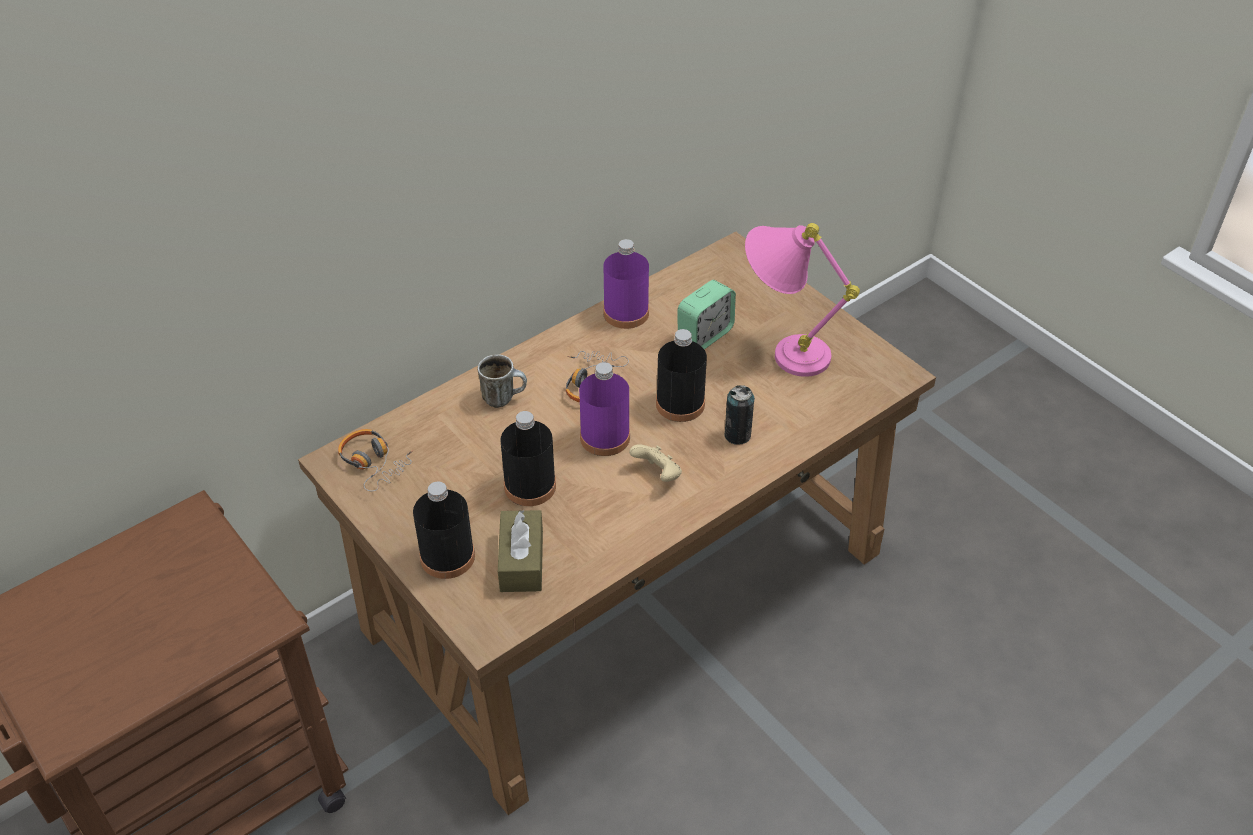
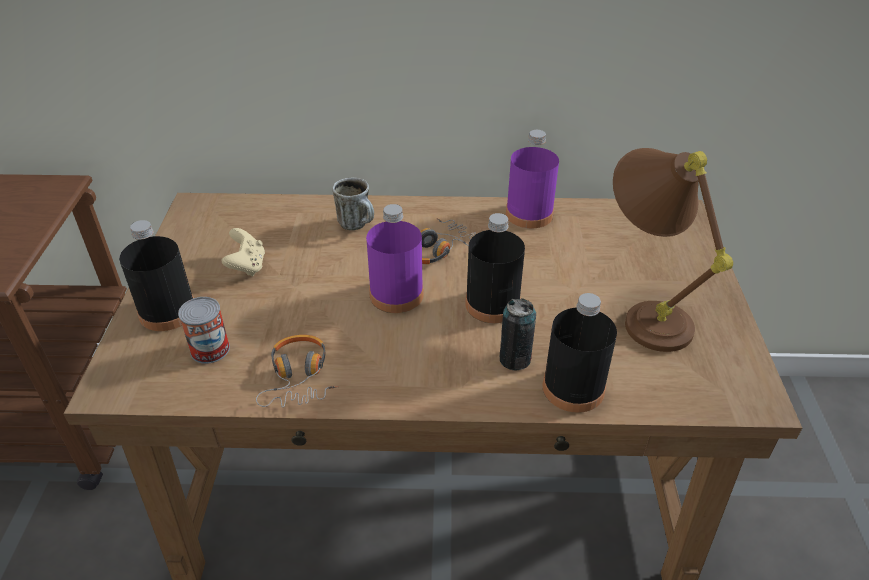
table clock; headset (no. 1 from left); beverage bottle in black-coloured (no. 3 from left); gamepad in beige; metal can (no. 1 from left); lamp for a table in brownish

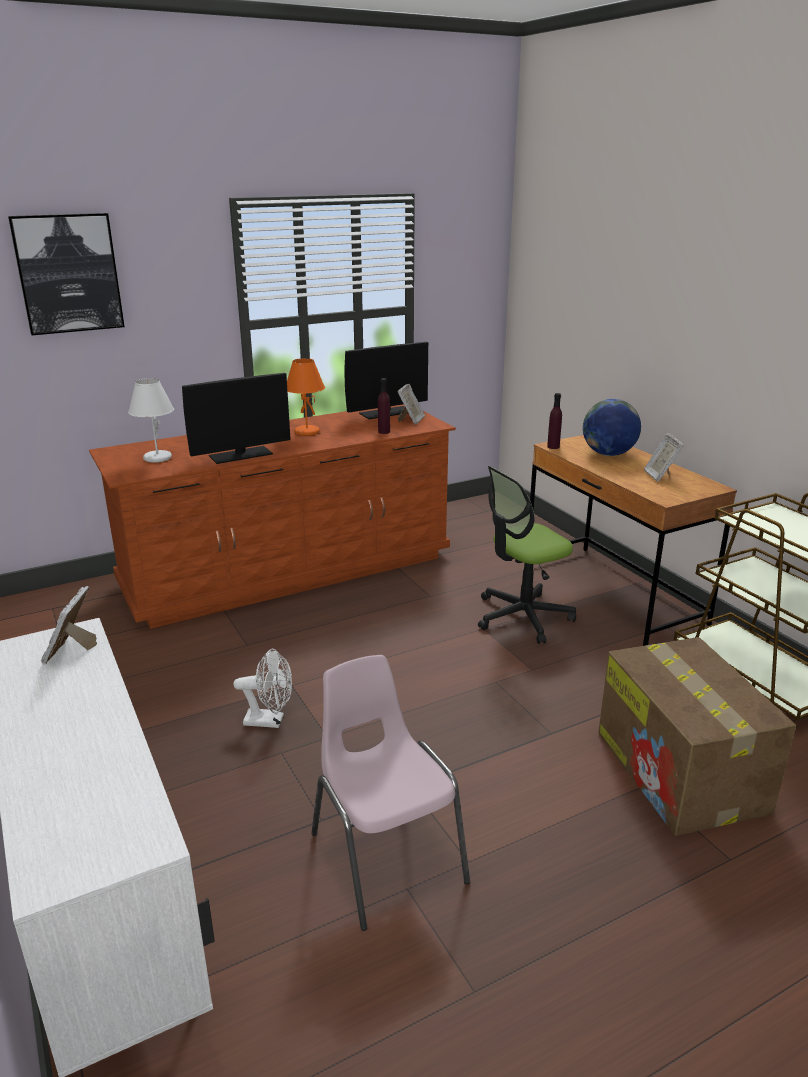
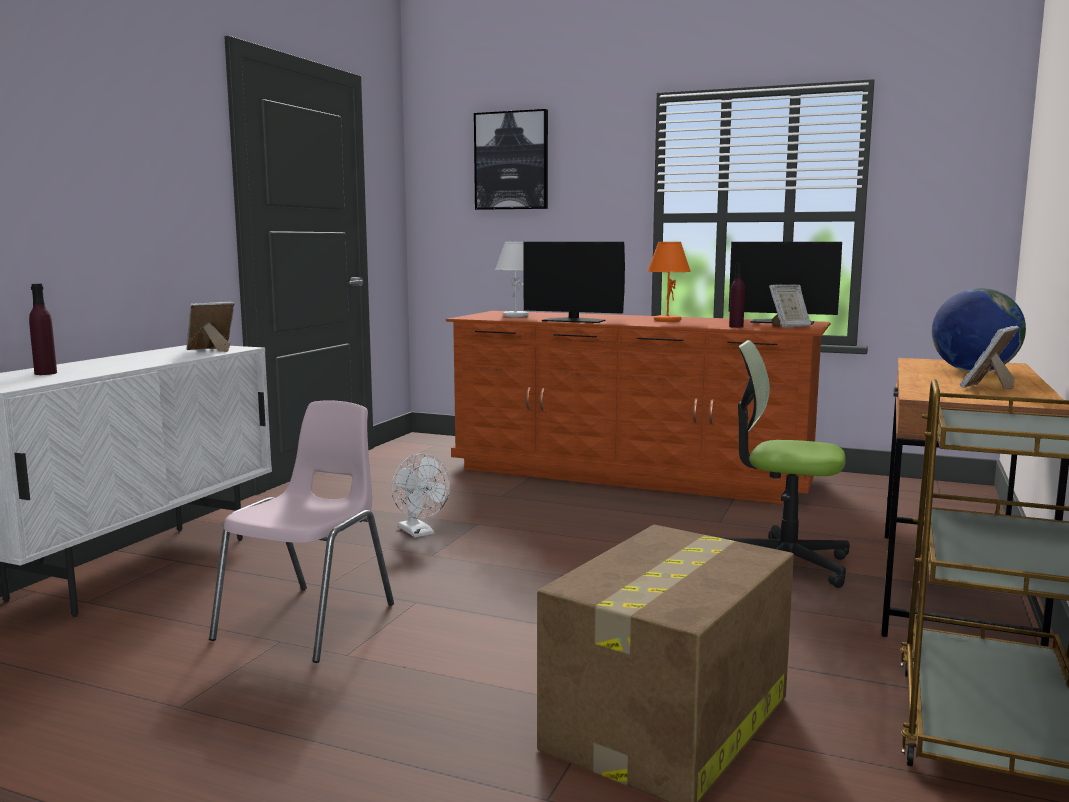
beverage bottle in purple-coloured (no. 1 from left)

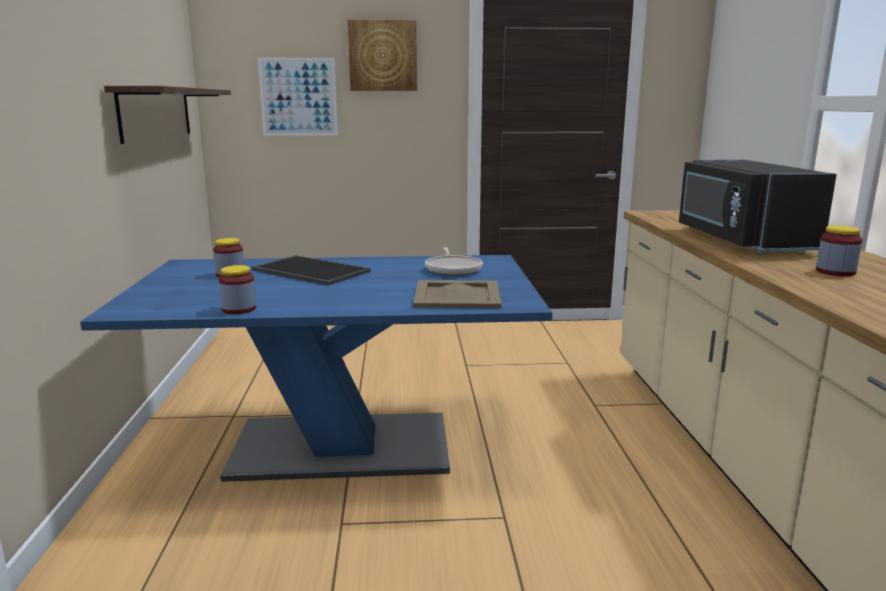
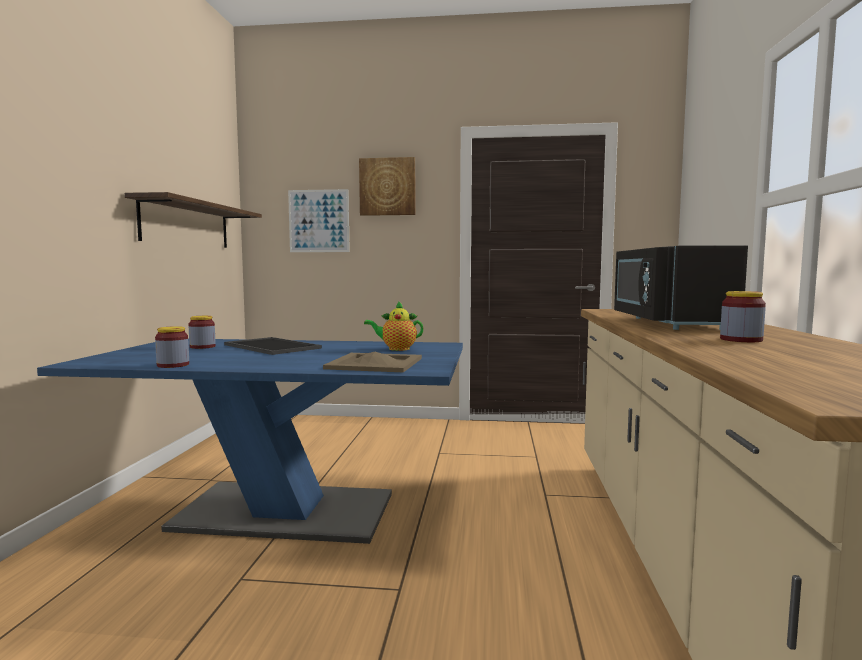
tea pot

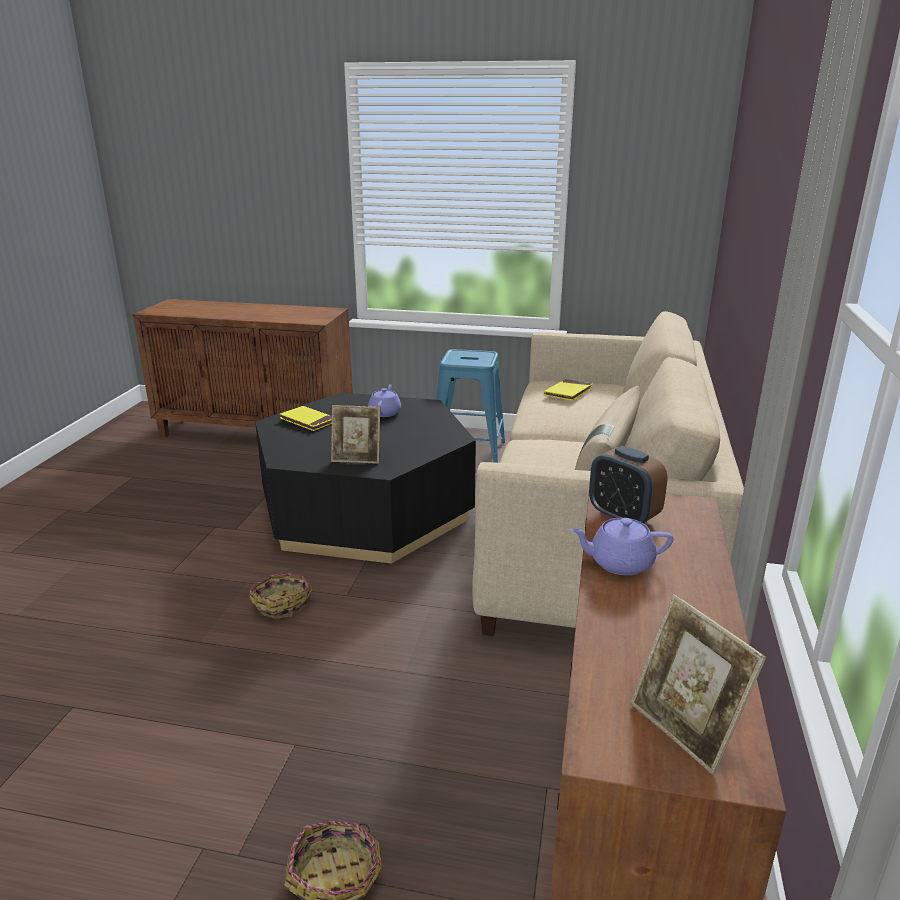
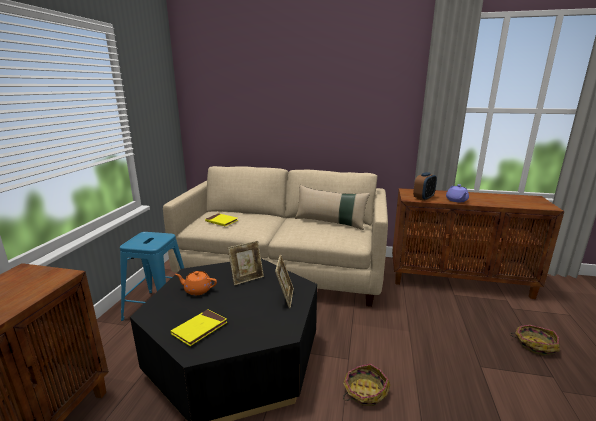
picture frame (no. 1 from left); tea pot in orange-coloured

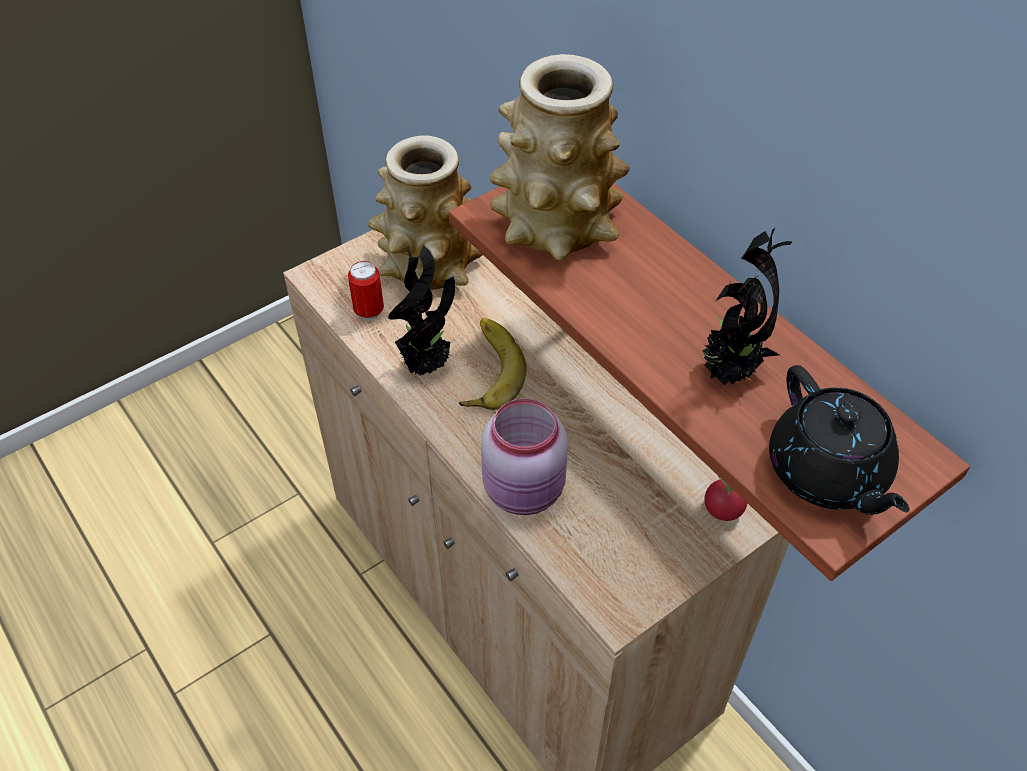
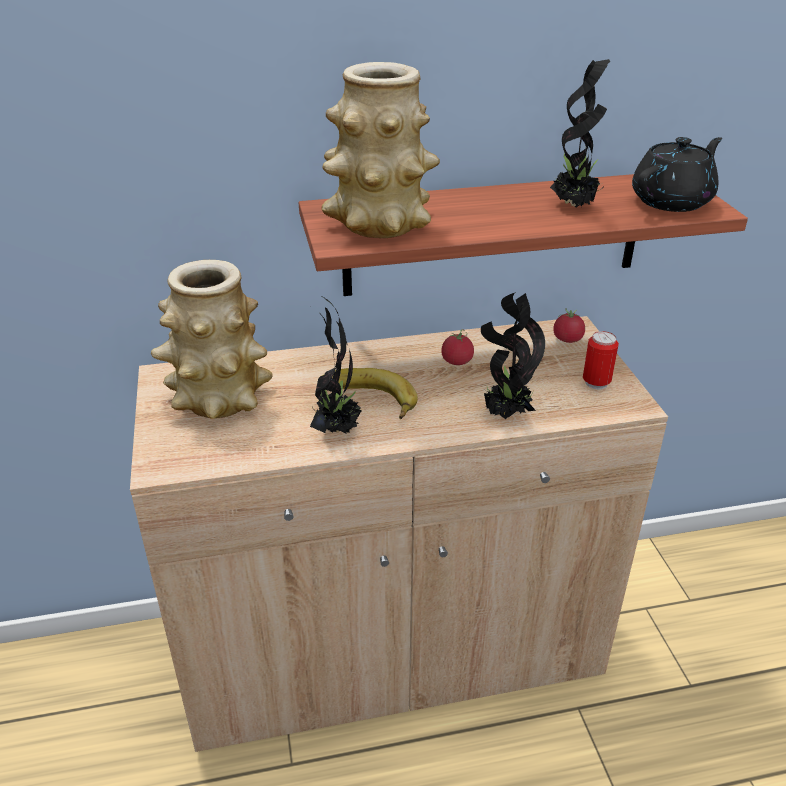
fresh tomato (no. 1 from left); metal can; potted plant (no. 2 from left); tea pot in black-coloured

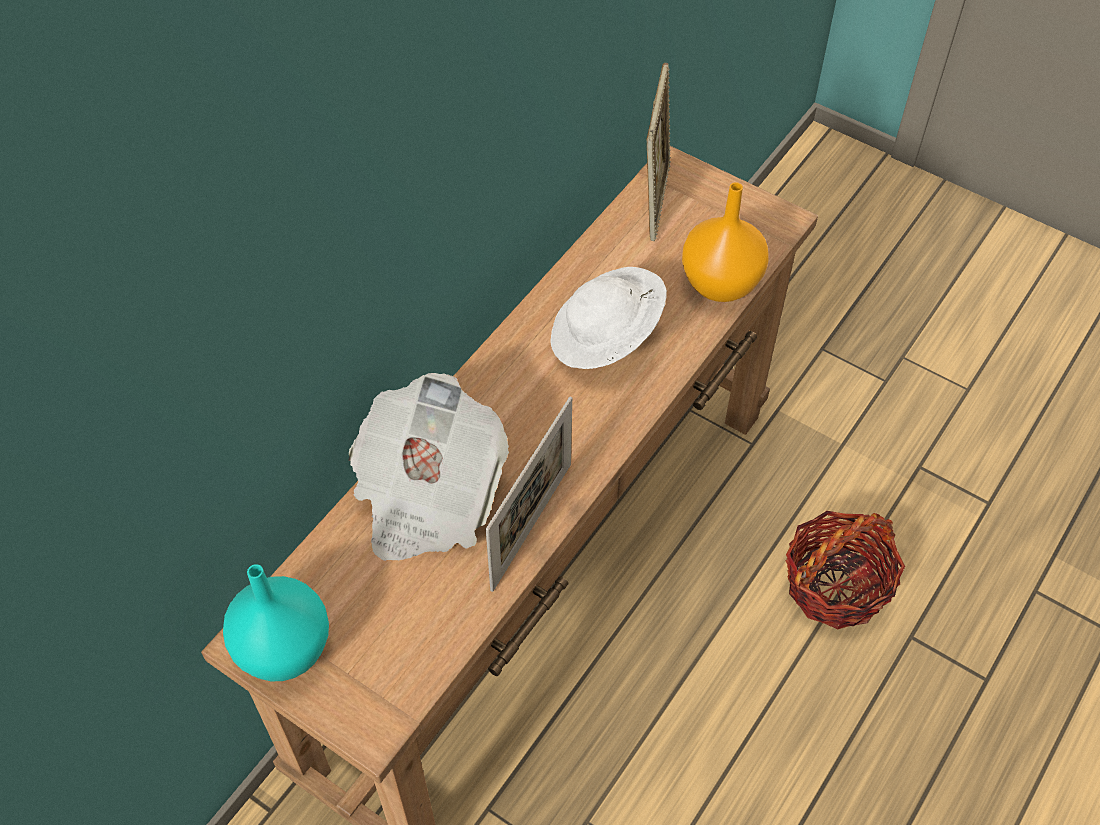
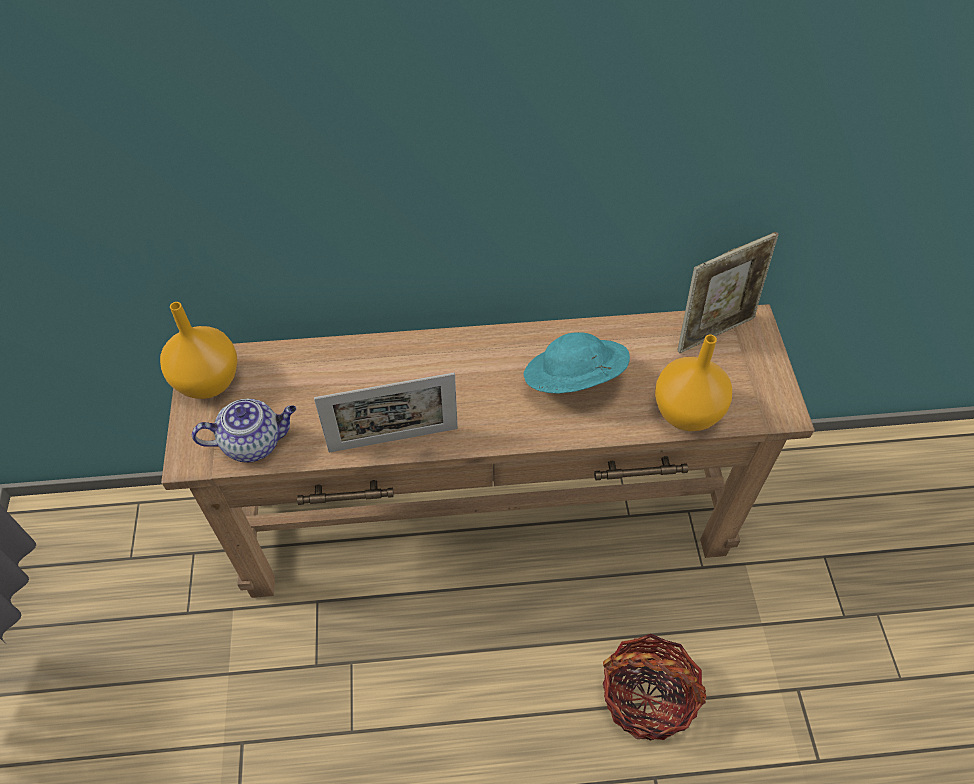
newspaper; tea pot; decorative vase in orange-coloured (no. 1 from left); hat in blue-green

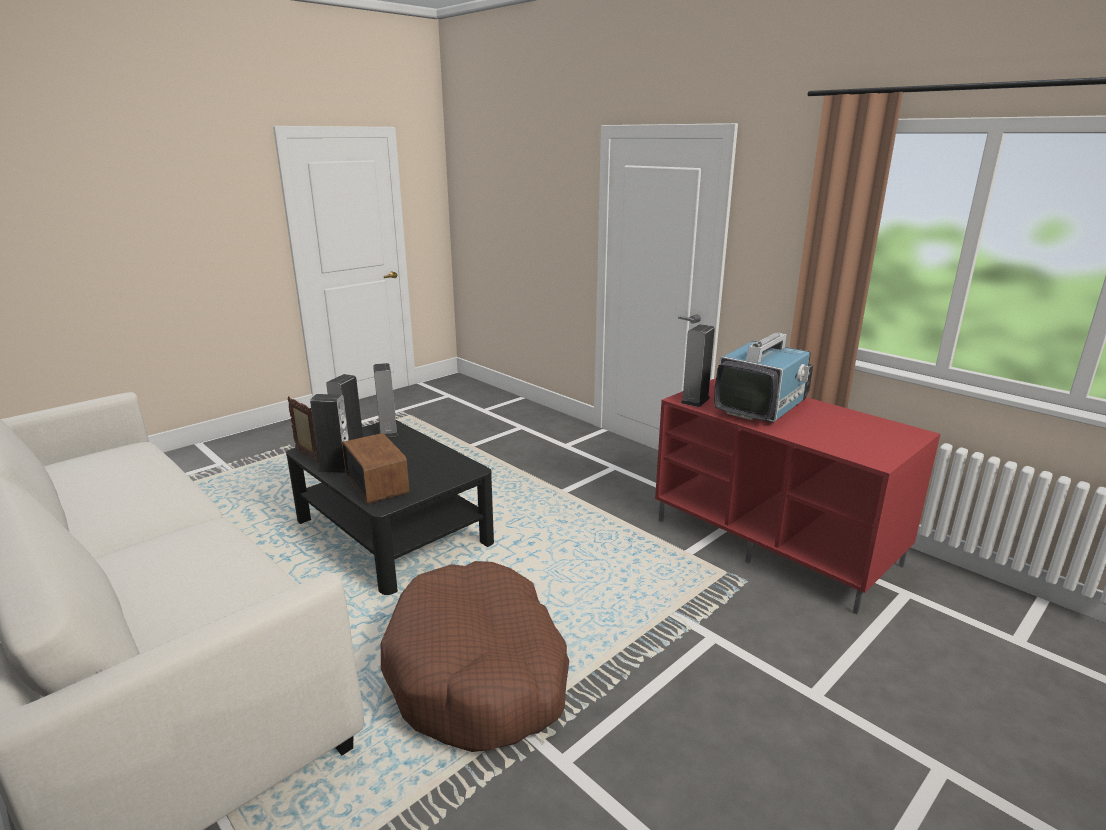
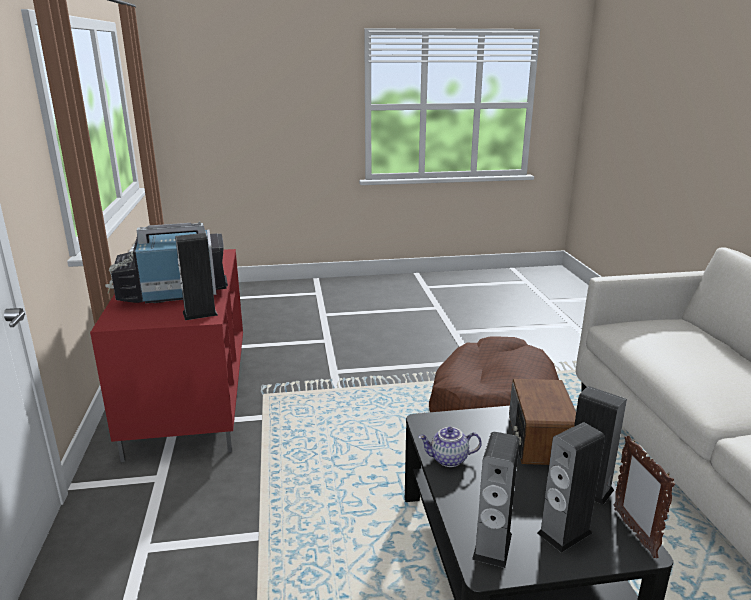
tea pot

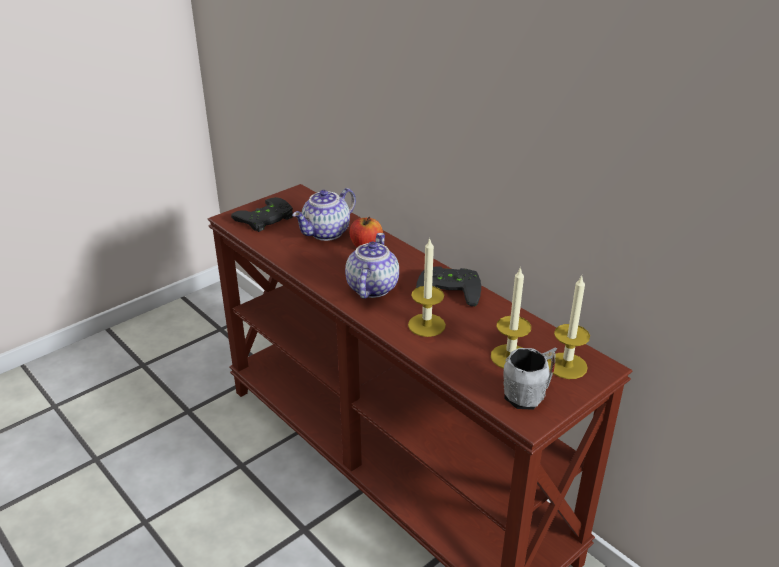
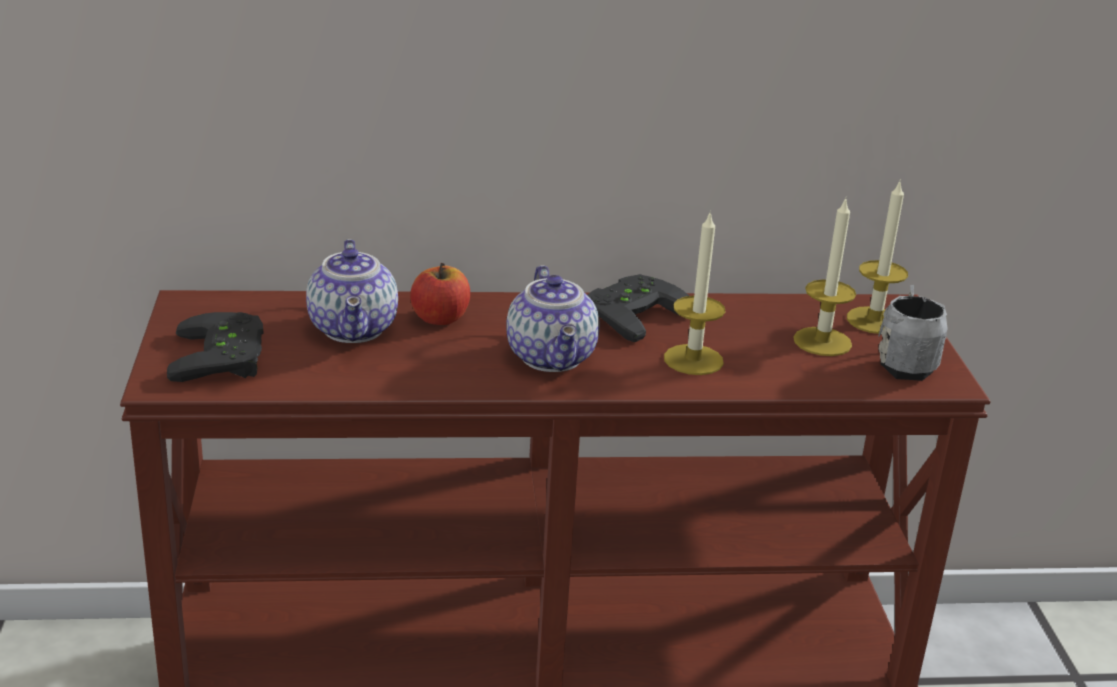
tea pot (no. 2 from left)

